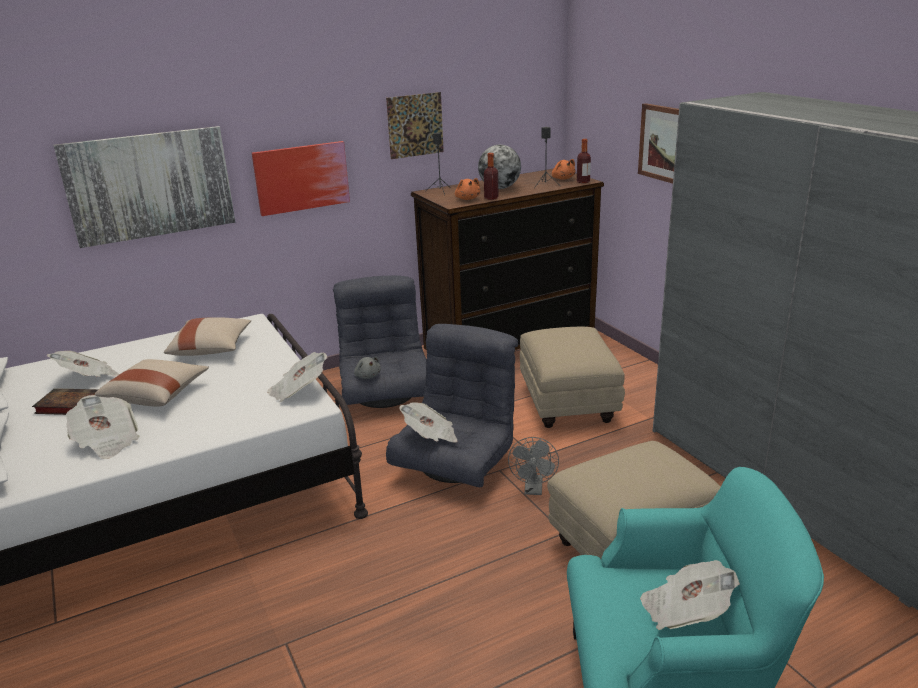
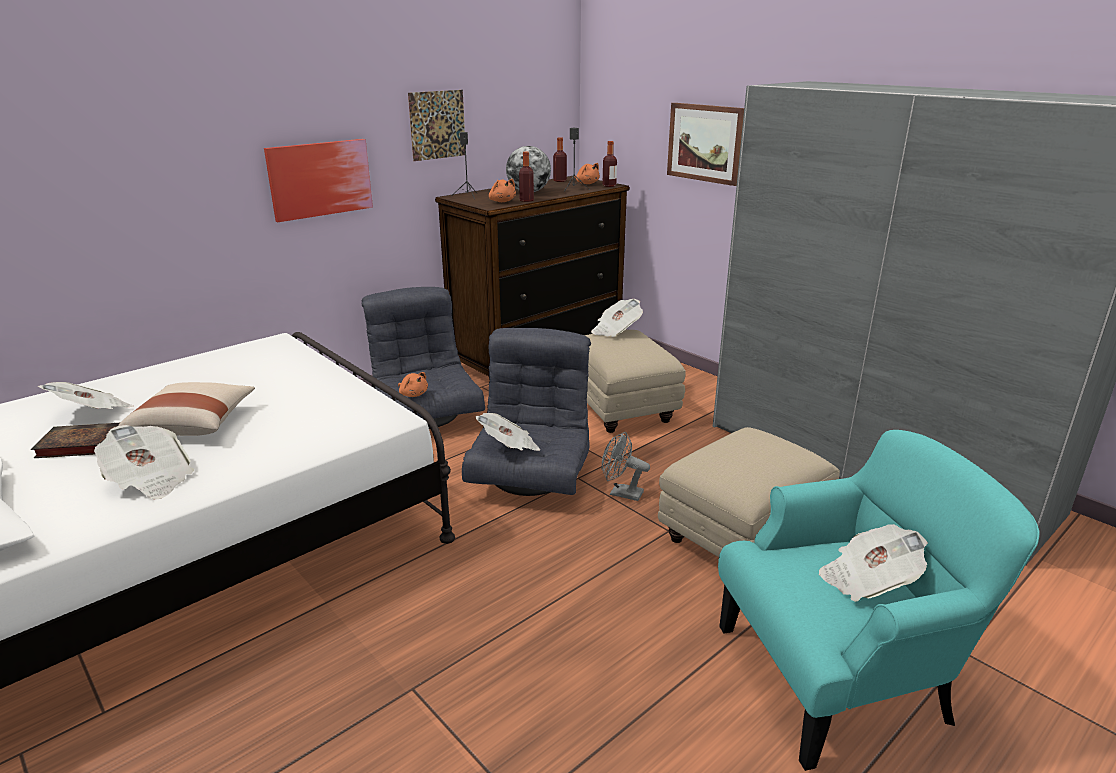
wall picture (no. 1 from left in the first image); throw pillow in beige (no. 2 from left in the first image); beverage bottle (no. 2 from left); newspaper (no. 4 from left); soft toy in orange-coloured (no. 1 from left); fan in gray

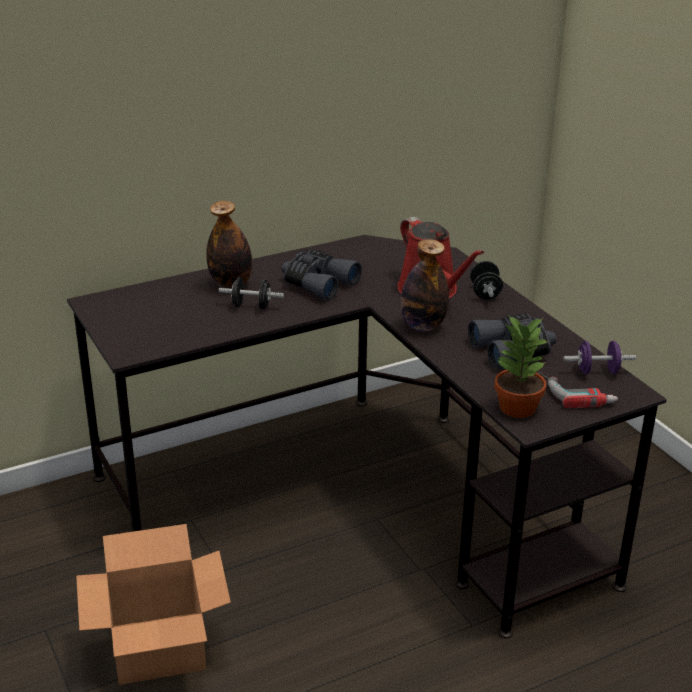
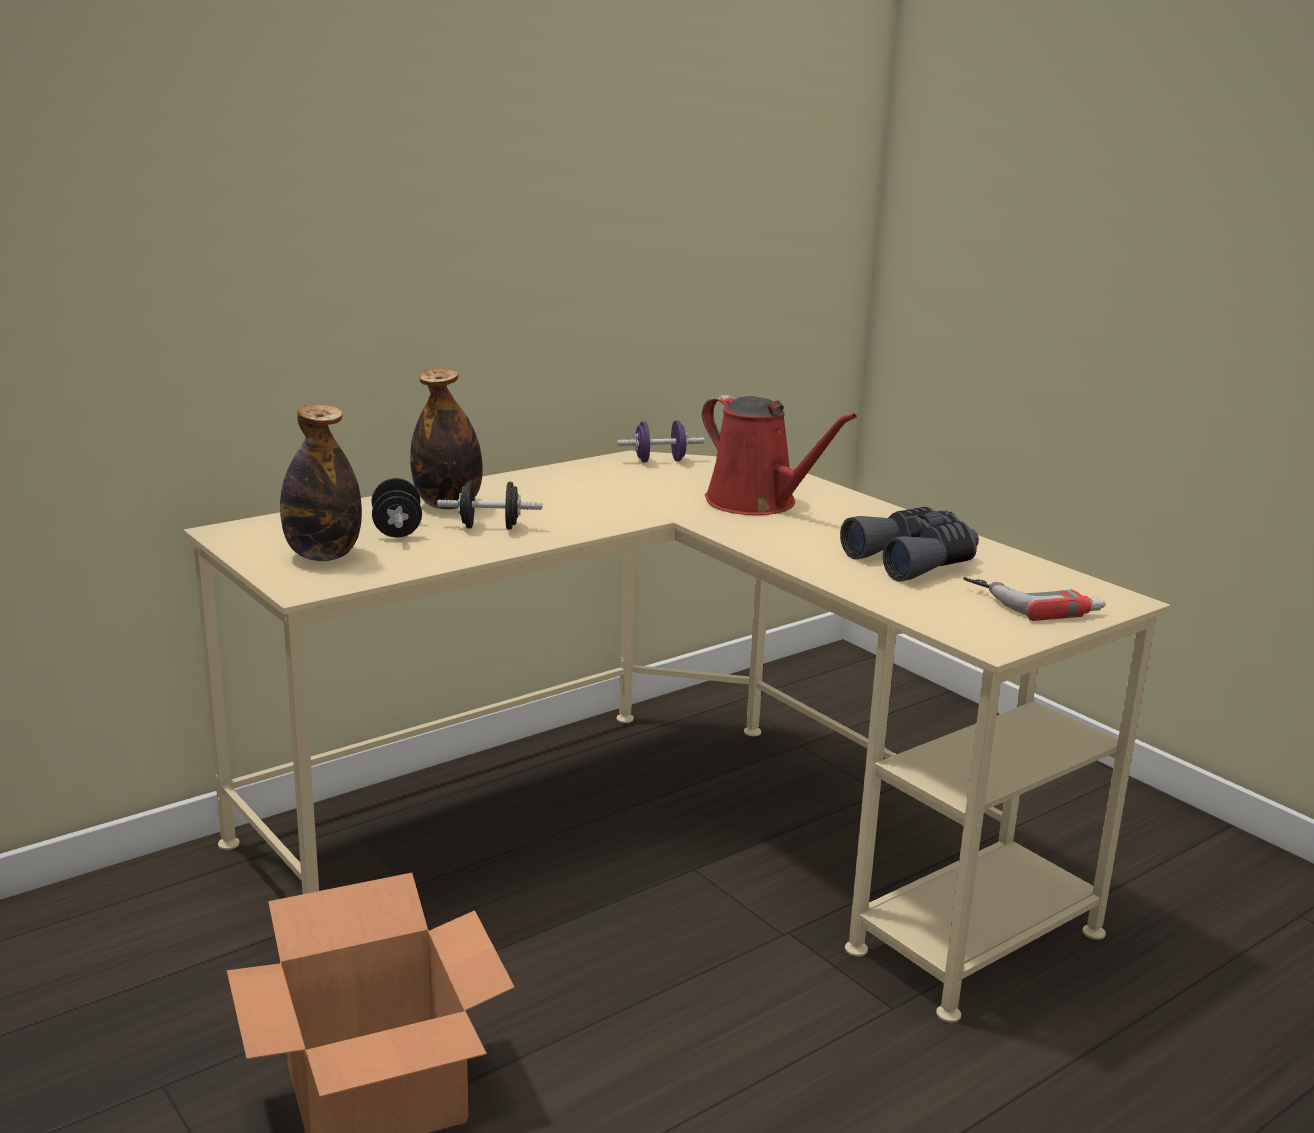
binoculars in gray (no. 1 from left in the first image); potted plant; beverage bottle (no. 1 from left); free weight in black-coloured (no. 1 from left); free weight in purple-coloured; desk unit in beige

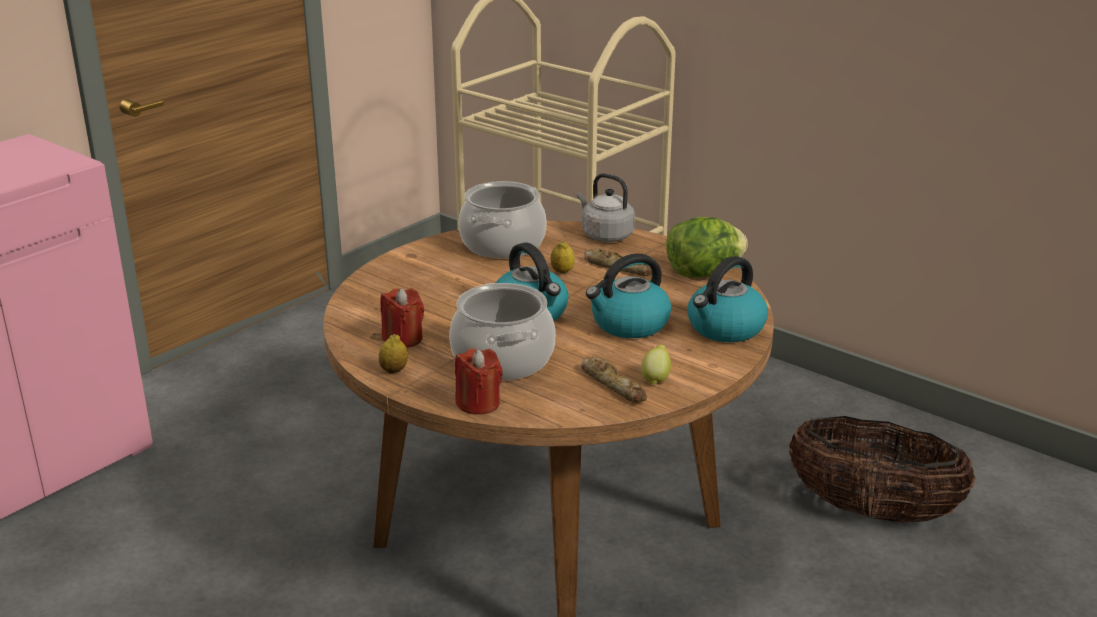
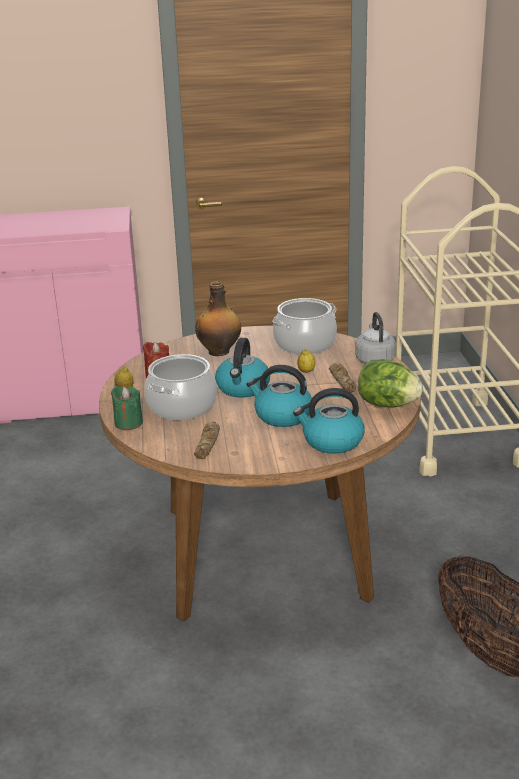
lemon (no. 3 from left in the first image); beverage bottle; wax light in green-coloured

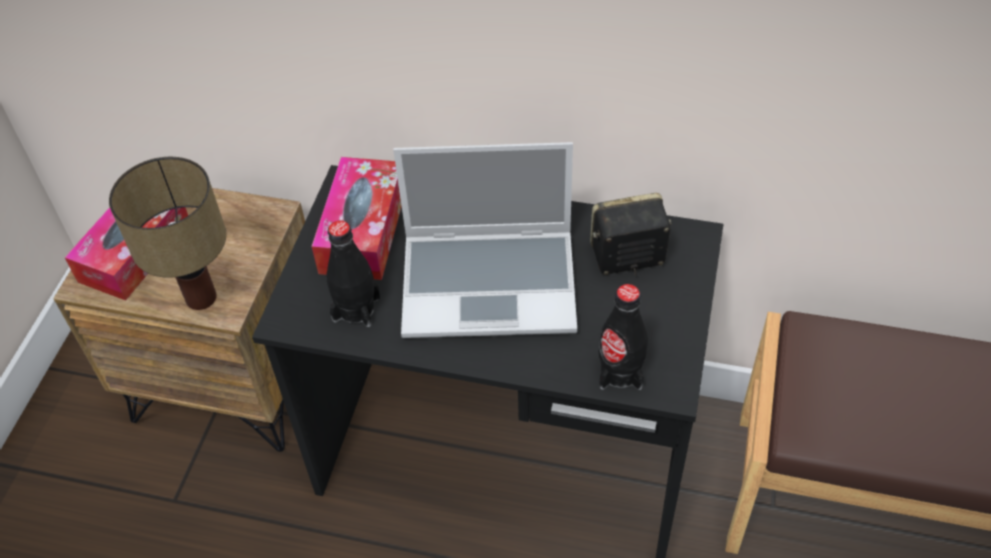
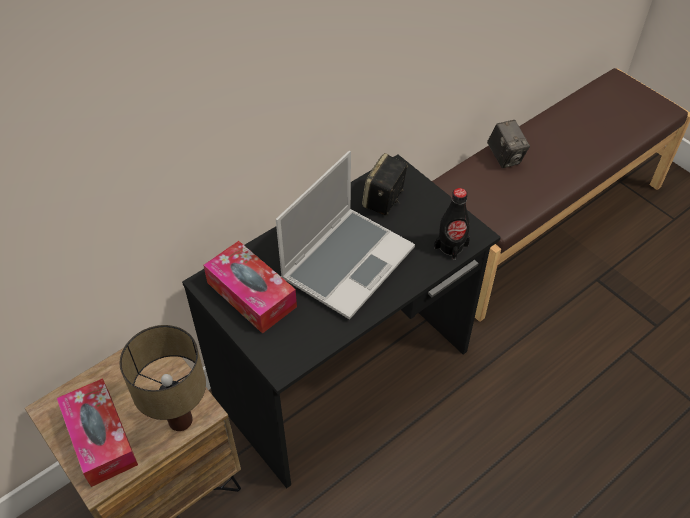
beverage bottle in black-coloured (no. 1 from left in the first image); still camera

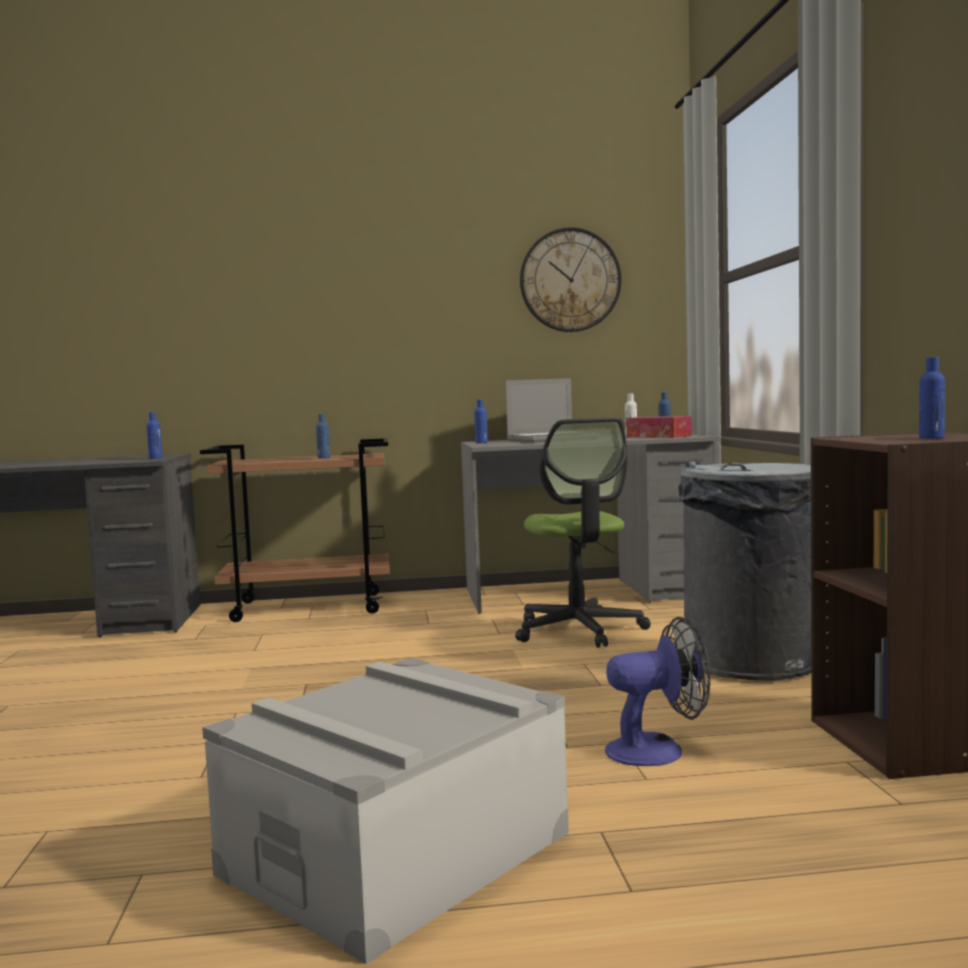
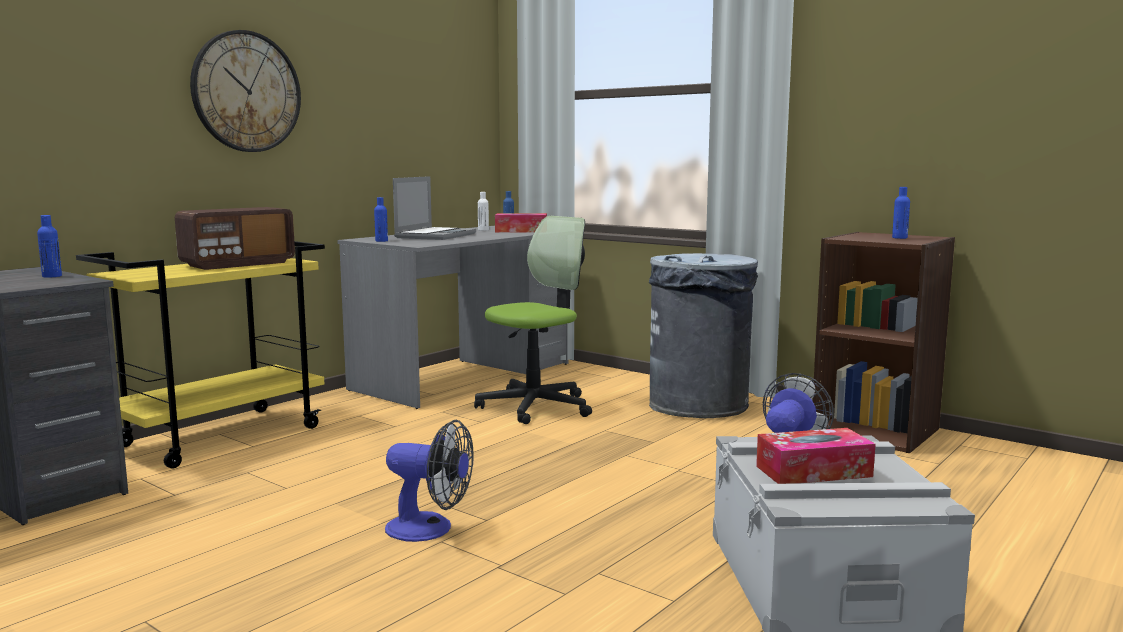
fan (no. 1 from left); tissue holder (no. 2 from left); clock on the wall; radio; trolley in yellow-coloured; office chair

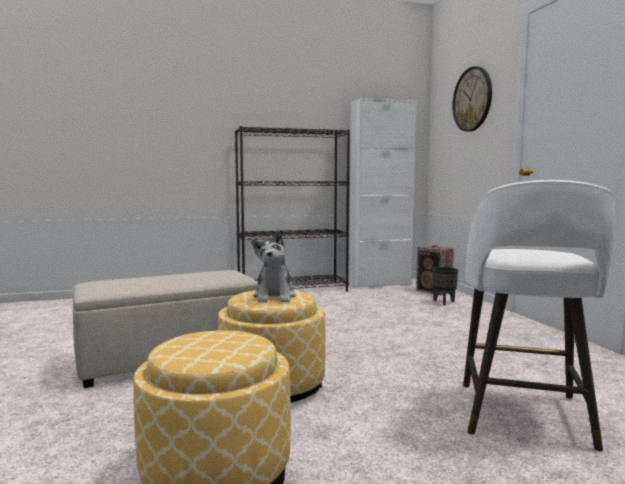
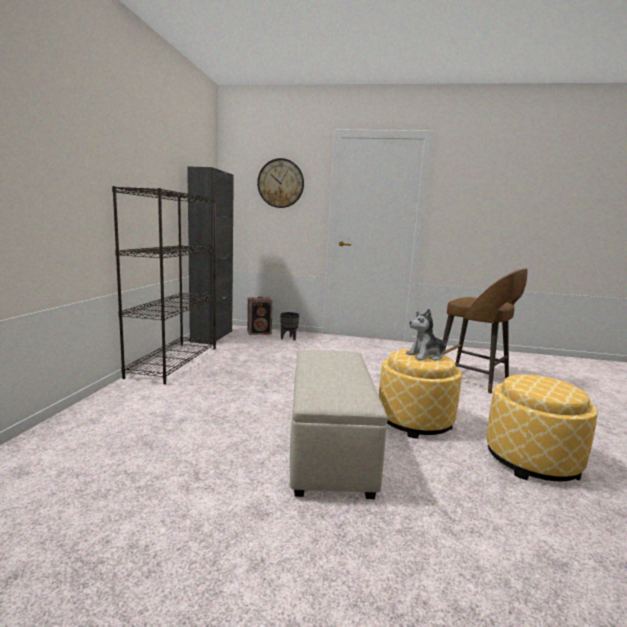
cabinet in black-coloured; stool seat in brownish; soft toy

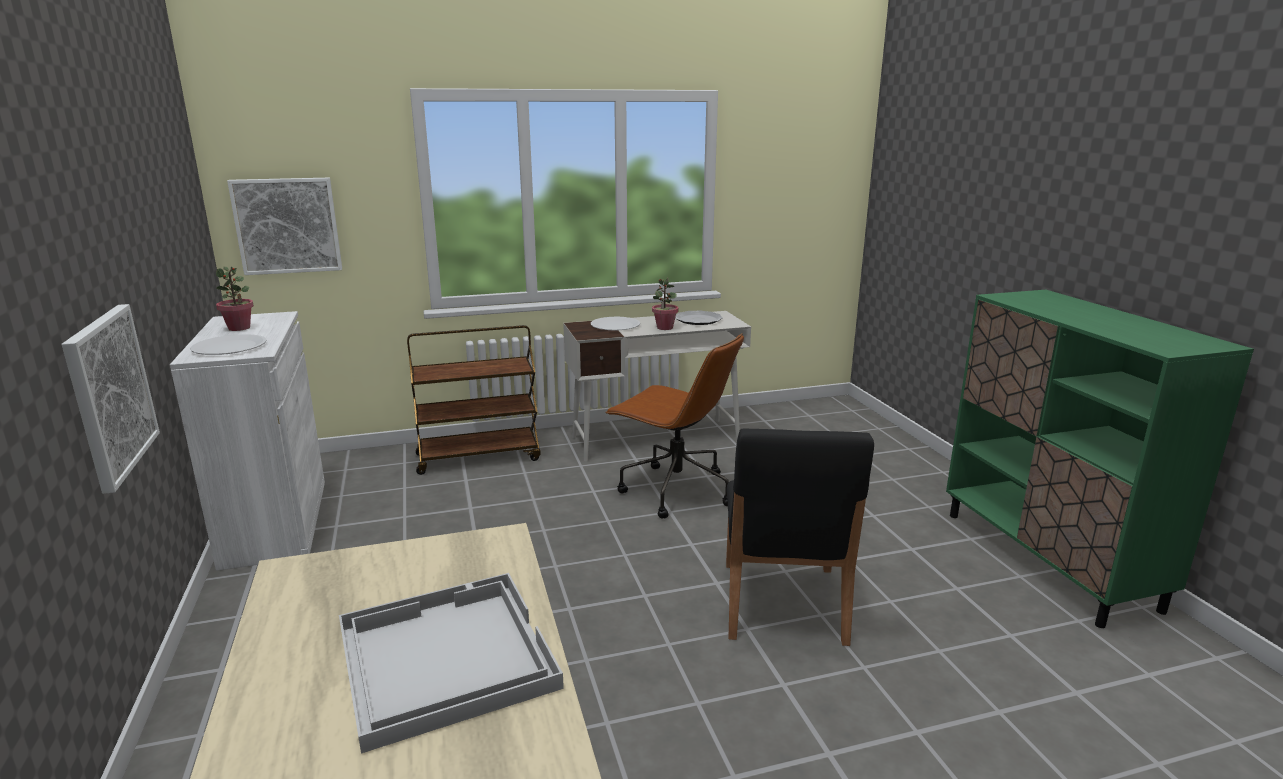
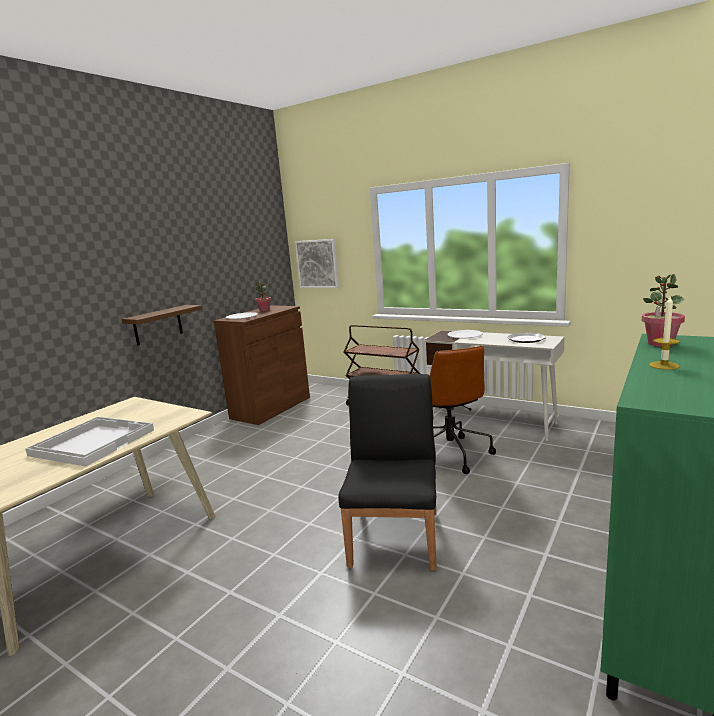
wax light; potted plant (no. 2 from left); wall shelf in brownish; cabinet in brownish; plain chair in black-coloured

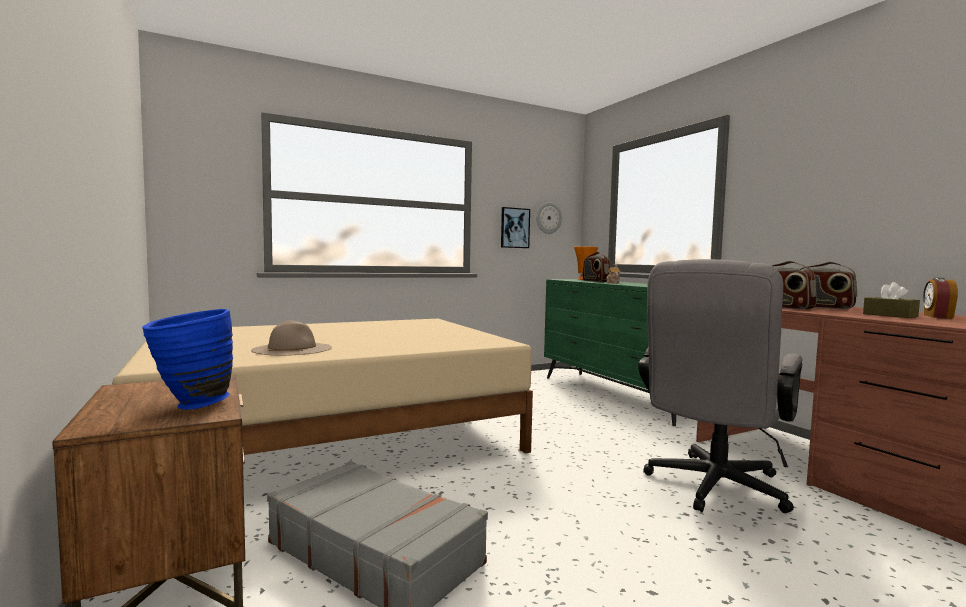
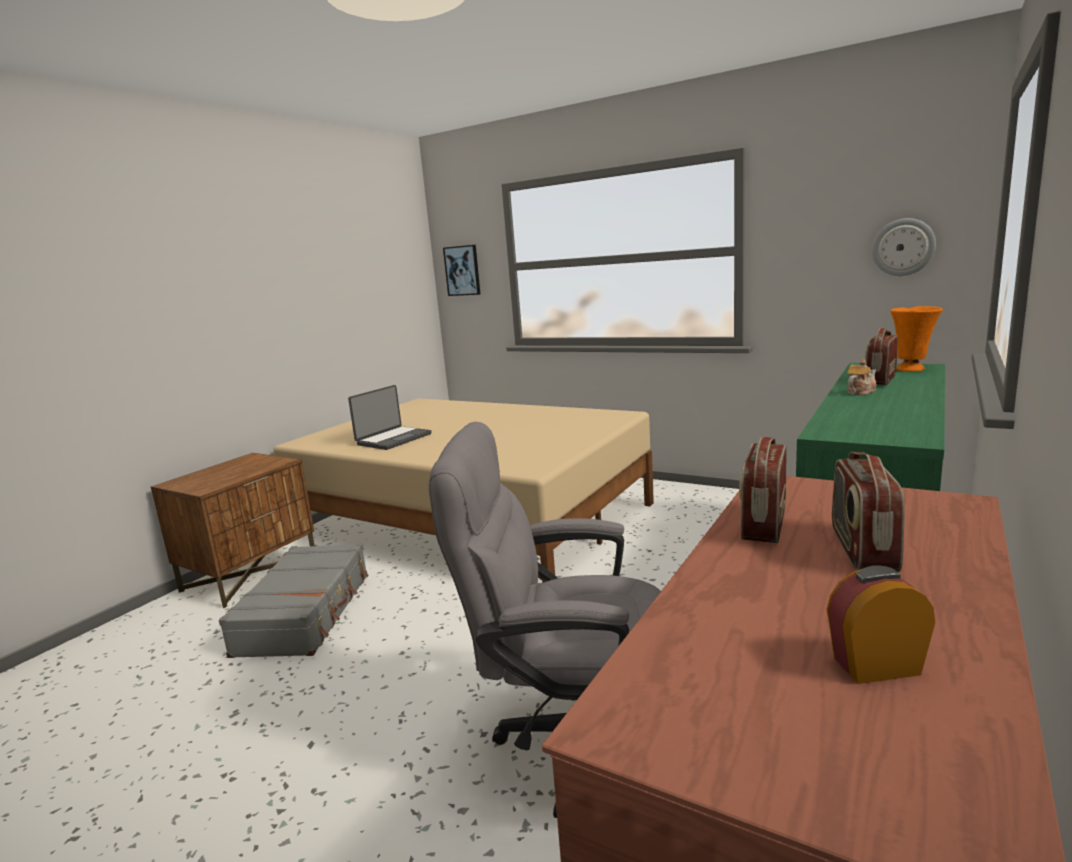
decorative vase in bluish; tissue holder in brownish; wall picture; notebook computer

